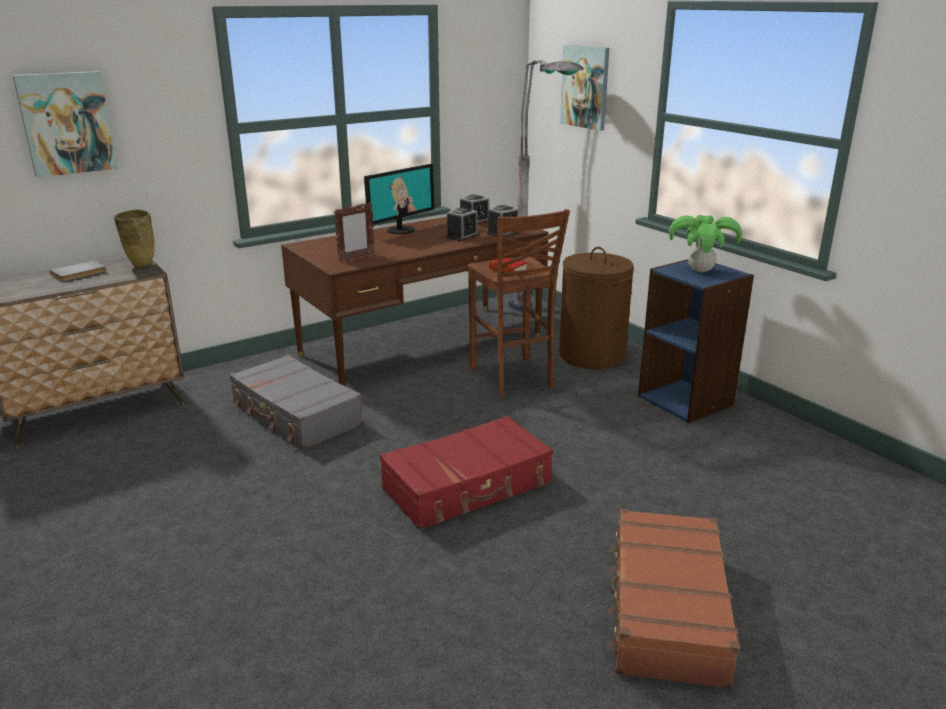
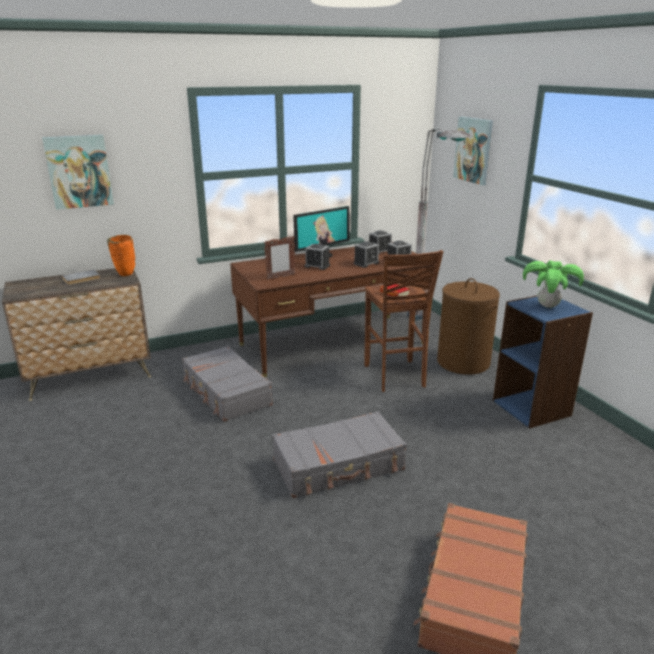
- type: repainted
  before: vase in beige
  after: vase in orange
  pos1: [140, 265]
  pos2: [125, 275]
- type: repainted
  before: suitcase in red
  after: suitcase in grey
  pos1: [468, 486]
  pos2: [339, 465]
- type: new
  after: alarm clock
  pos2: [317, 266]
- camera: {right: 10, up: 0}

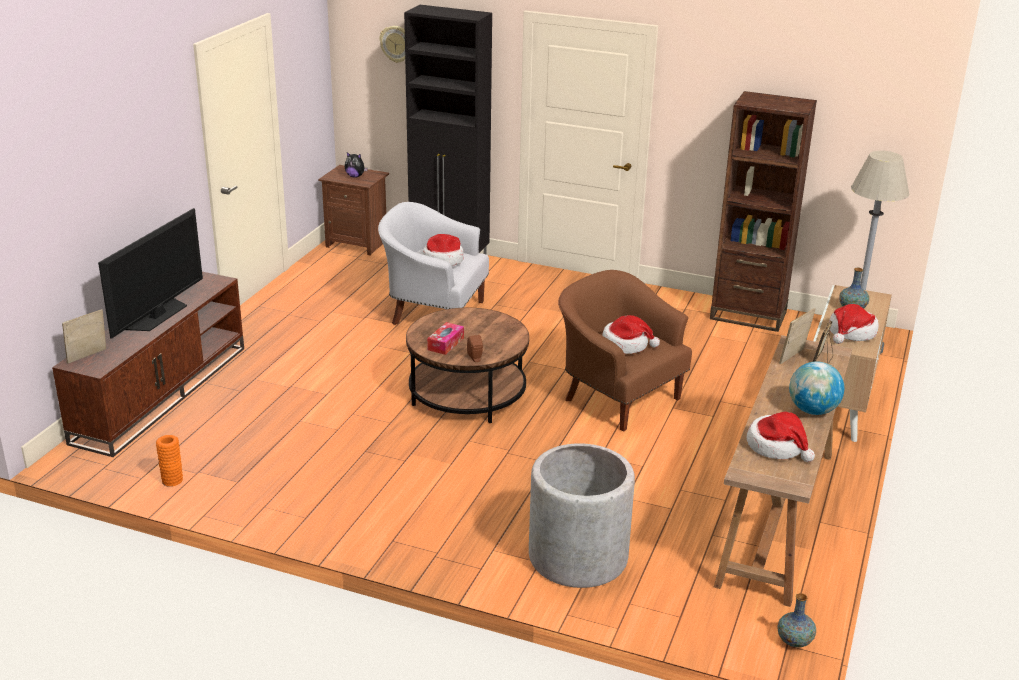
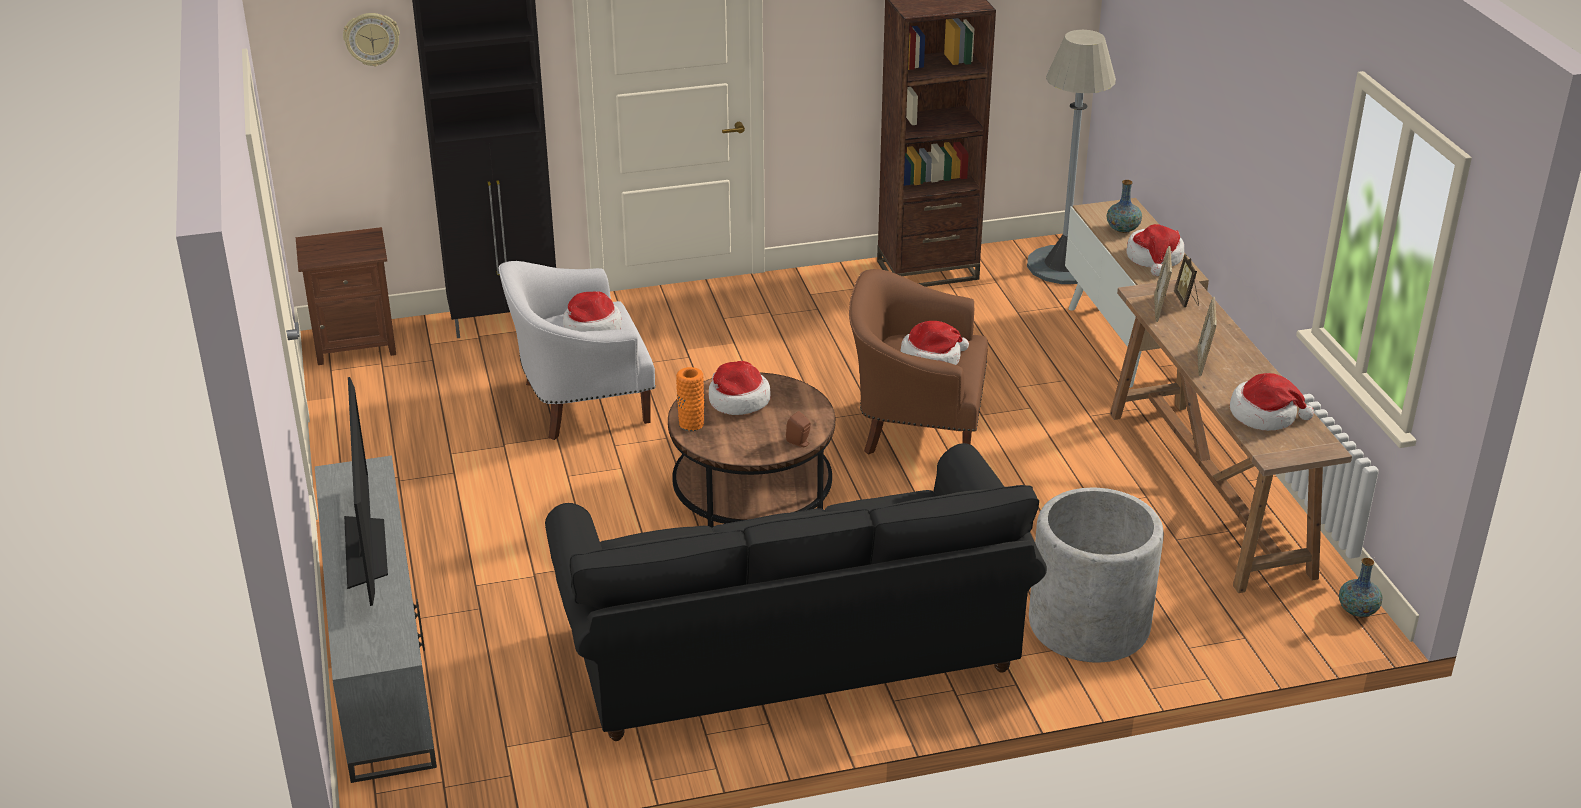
- type: repainted
  before: tv stand in brown
  after: tv stand in grey
  pos1: [161, 392]
  pos2: [378, 657]
- type: shifted
  before: picture frame
  pos1: [88, 357]
  pos2: [1203, 362]
- type: shifted
  before: vase in orange
  pos1: [172, 480]
  pos2: [691, 423]
- type: gone
  before: plush toy
  pos1: [355, 176]
- type: gone
  before: tissue box
  pos1: [445, 344]
- type: gone
  before: globe
  pos1: [812, 410]
- type: new
  after: sofa in black
  pos2: [790, 650]
- type: new
  after: hat
  pos2: [737, 400]
- camera: {right: -35, up: 5}

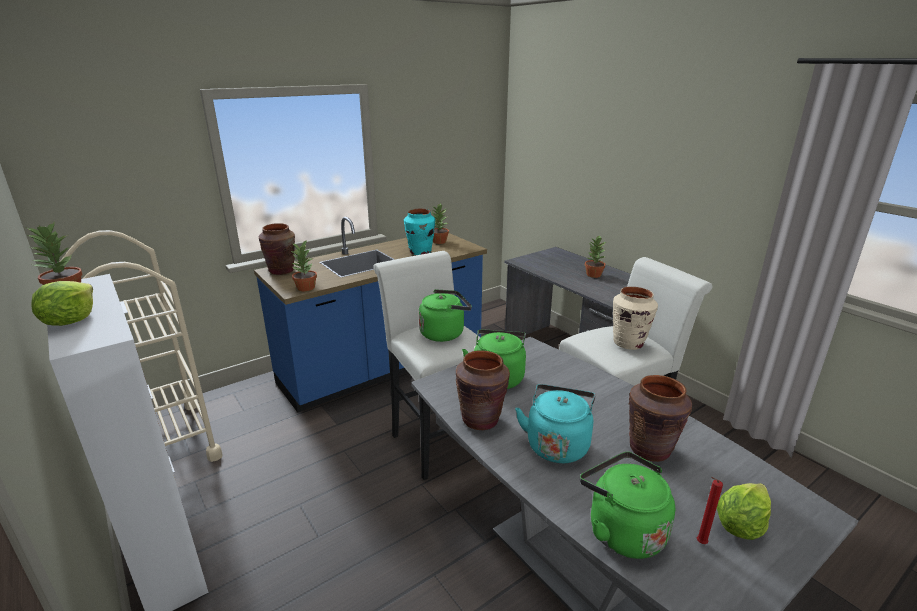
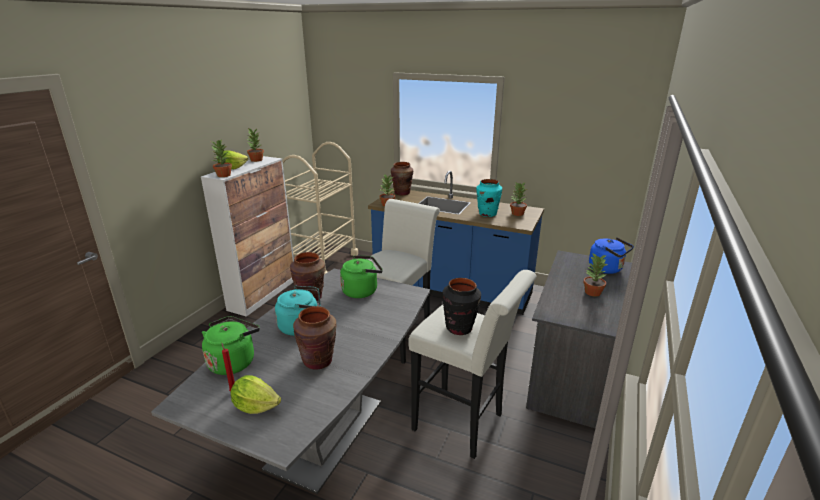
- type: gone
  before: kettle in green
  pos1: [444, 333]
- type: repainted
  before: vase in beige
  after: vase in black
  pos1: [628, 343]
  pos2: [459, 328]
- type: new
  after: potted plant
  pos2: [223, 175]
- type: new
  after: kettle in blue
  pos2: [607, 269]
- camera: {right: 60, up: 0}

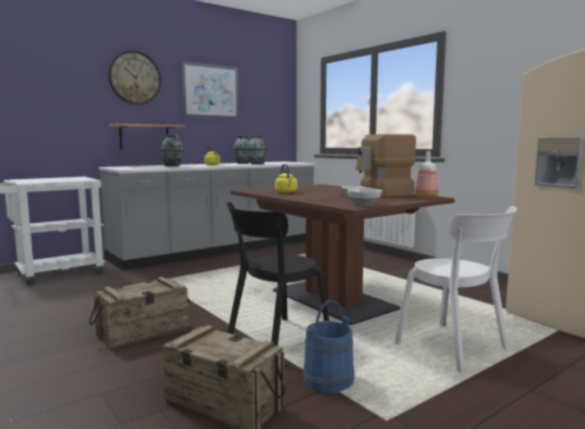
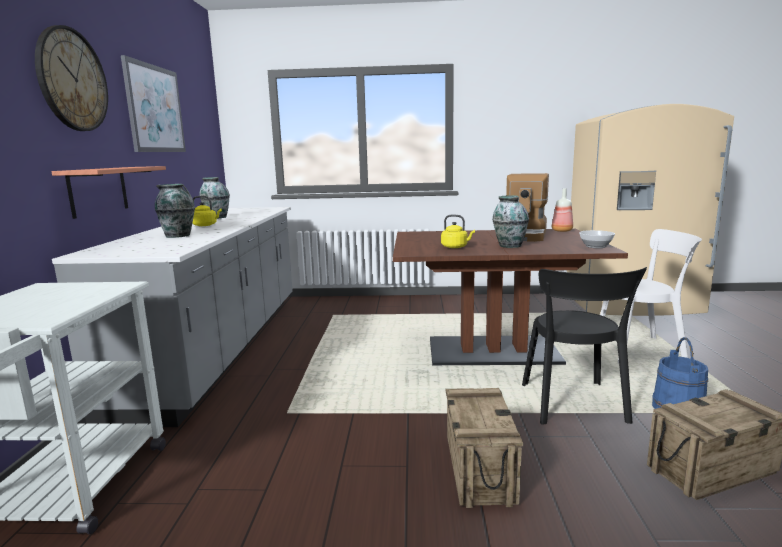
- type: shifted
  before: vase
  pos1: [257, 164]
  pos2: [509, 245]
- camera: {right: -50, up: 5}

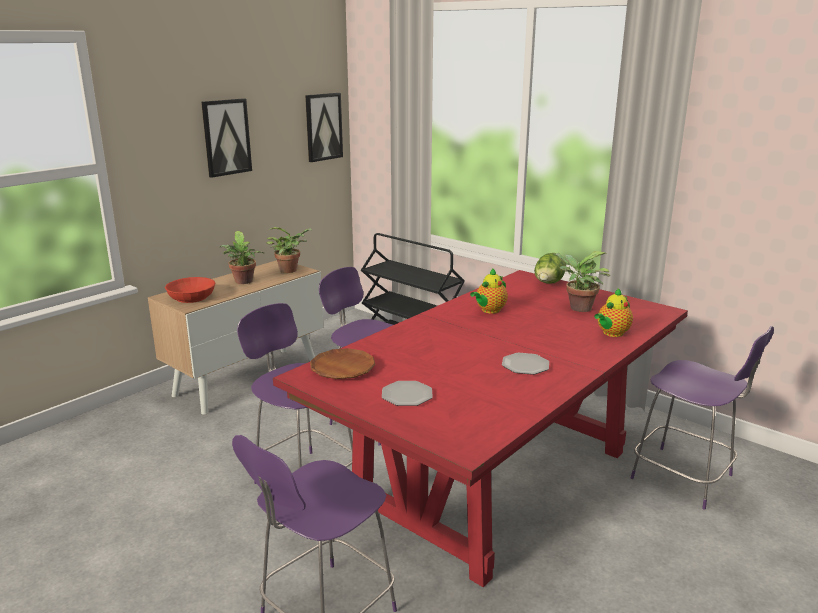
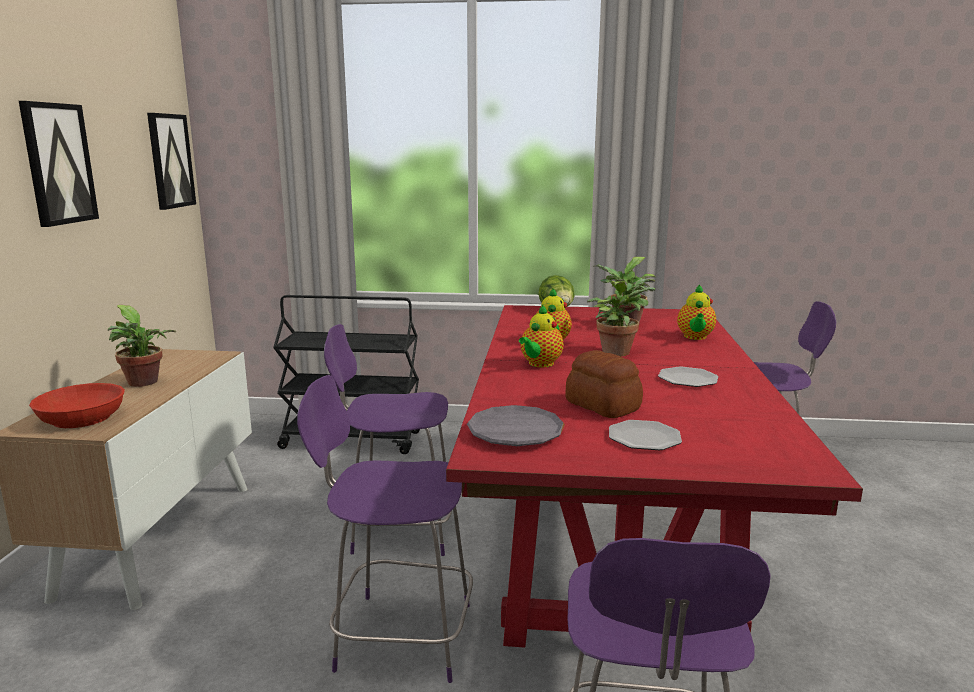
- type: shifted
  before: potted plant
  pos1: [290, 270]
  pos2: [617, 351]
- type: repainted
  before: plate in brown
  after: plate in grey
  pos1: [342, 368]
  pos2: [515, 432]
- type: new
  after: teapot
  pos2: [539, 364]
- type: new
  after: bread
  pos2: [602, 406]
- camera: {right: -35, up: -5}

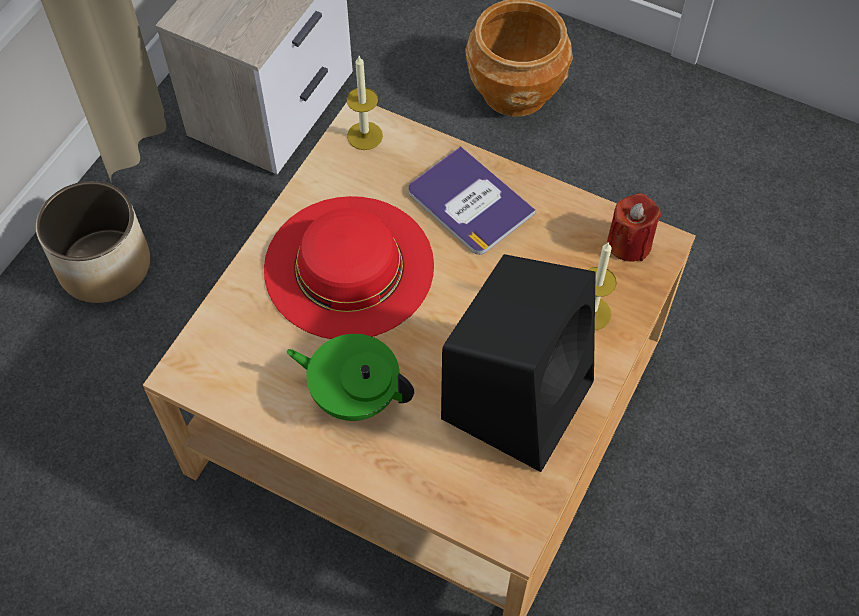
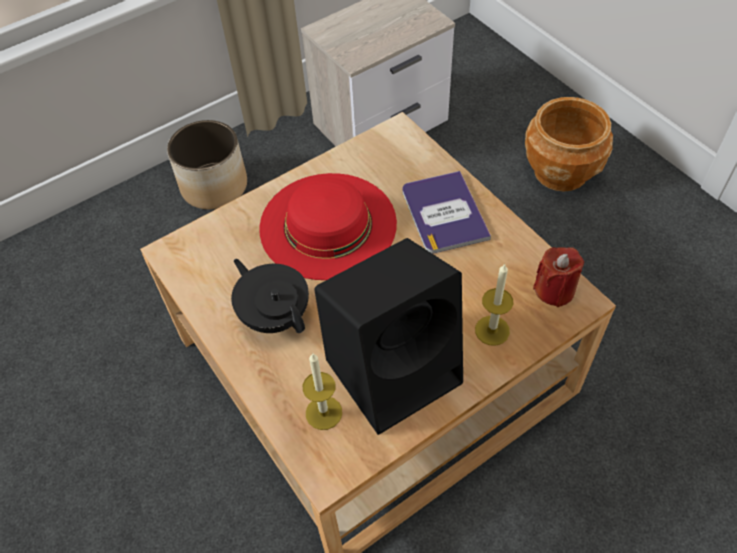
- type: repainted
  before: teapot in green
  after: teapot in black
  pos1: [354, 394]
  pos2: [275, 315]
- type: shifted
  before: candle
  pos1: [365, 136]
  pos2: [324, 412]
- camera: {right: 30, up: -5}

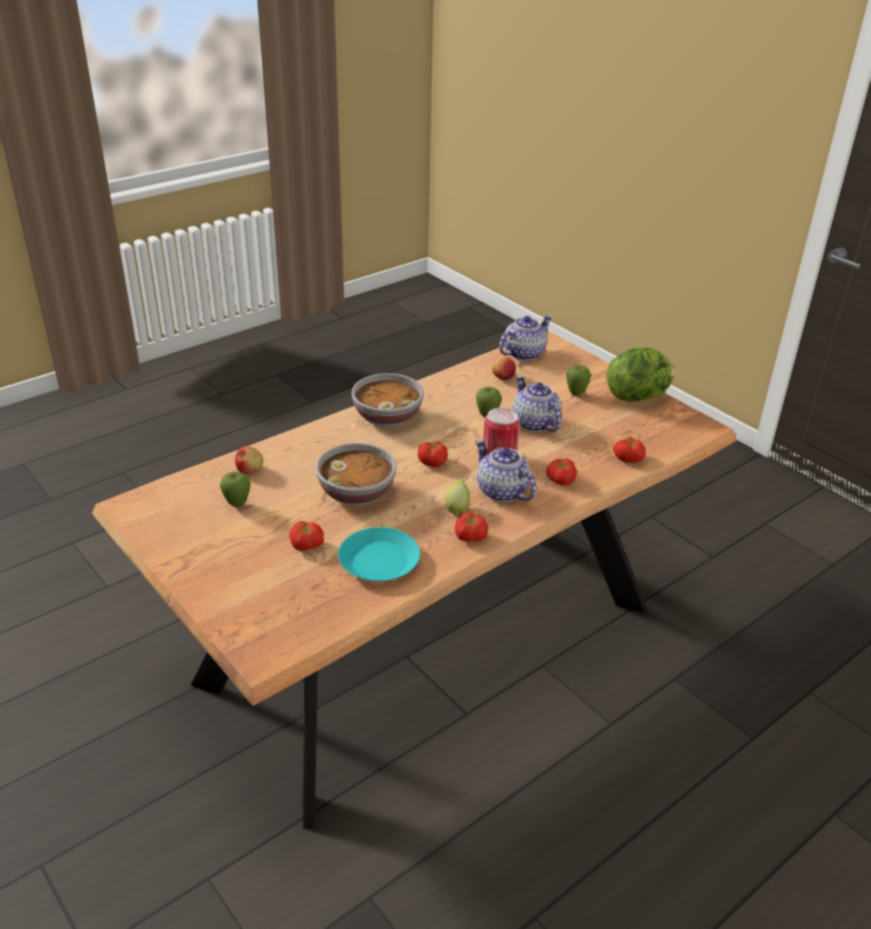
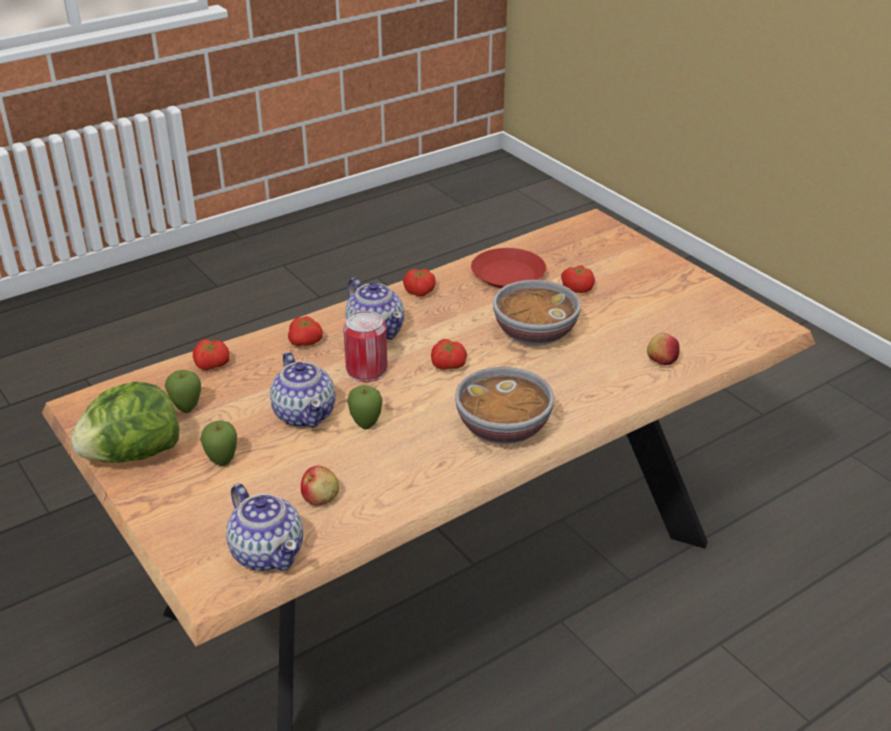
- type: shifted
  before: apple
  pos1: [237, 505]
  pos2: [187, 409]
- type: repainted
  before: plate in turquoise
  after: plate in red
  pos1: [378, 561]
  pos2: [508, 275]
- type: gone
  before: lemon
  pos1: [457, 508]
- type: rotated
  before: teapot
  pos1: [523, 353]
  pos2: [268, 552]
  turn: -90
- camera: {right: -175, up: 0}

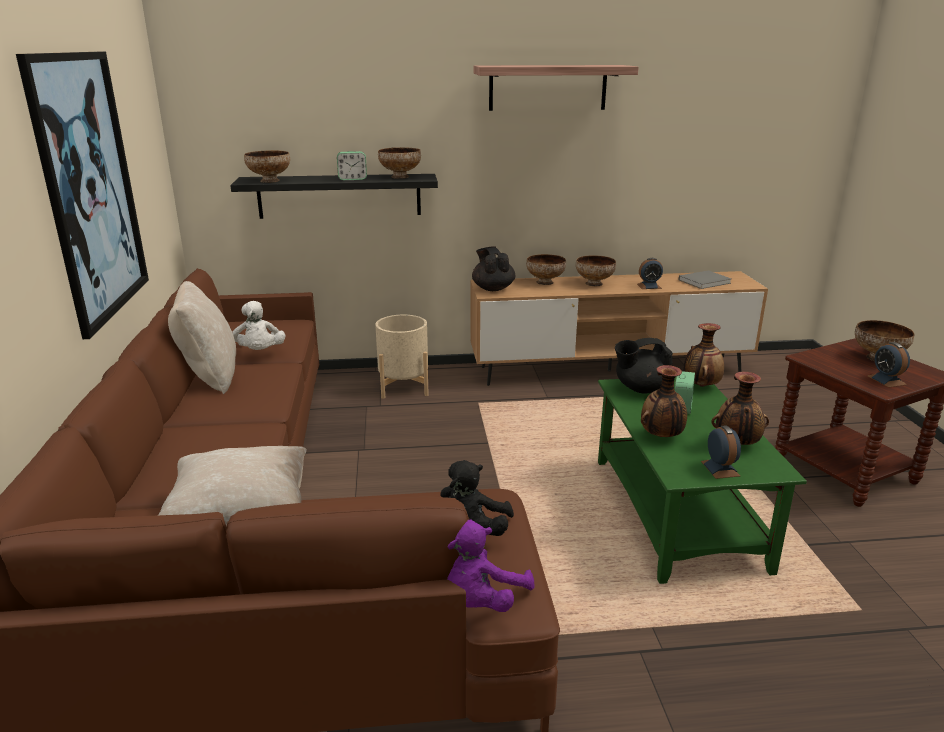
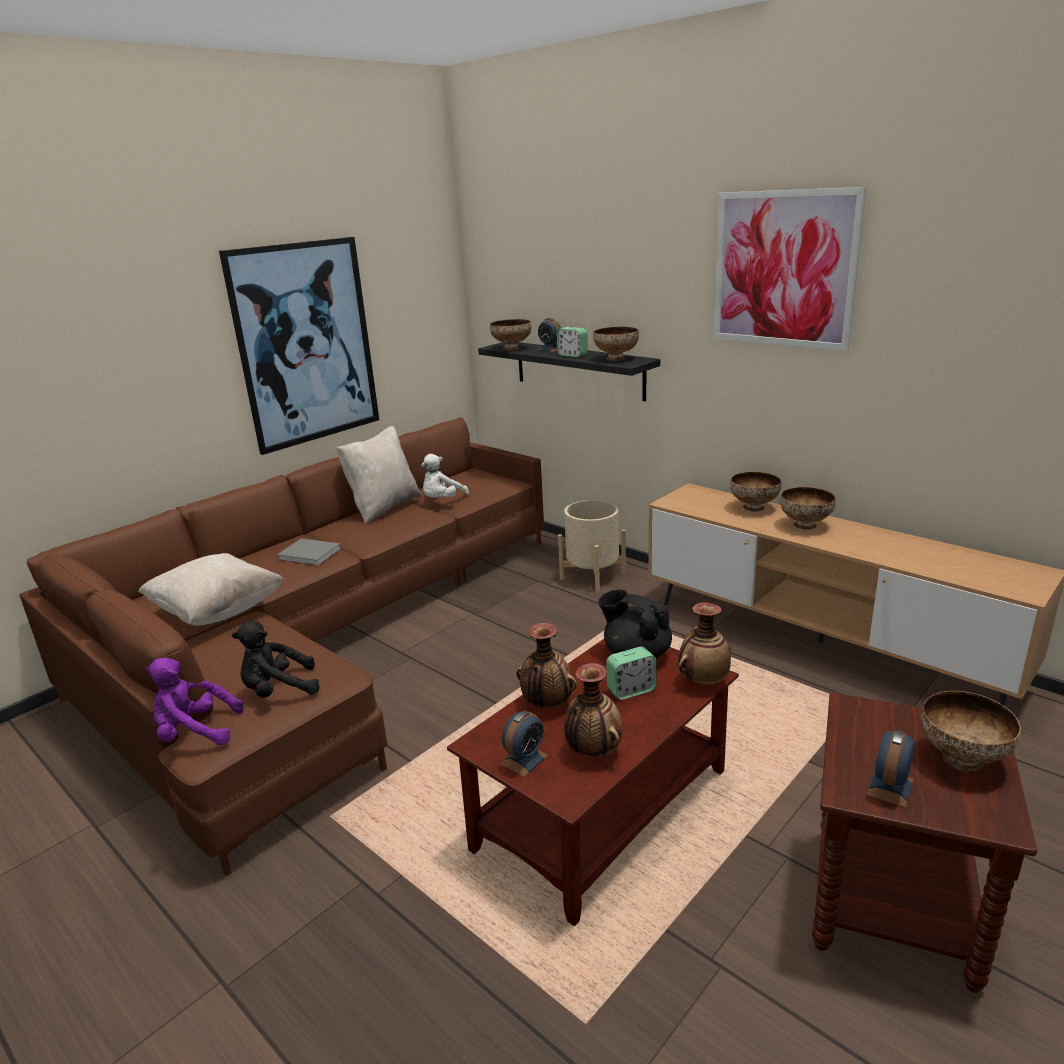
- type: gone
  before: teapot in black
  pos1: [493, 288]
- type: swapped
  before: shelf
  after: picture
  pos1: [547, 87]
  pos2: [783, 269]
- type: repainted
  before: coffee table in green
  after: coffee table in brown
  pos1: [675, 512]
  pos2: [603, 808]
- type: shifted
  before: alarm clock
  pos1: [649, 286]
  pos2: [550, 349]
- type: shifted
  before: book in grey
  pos1: [705, 281]
  pos2: [311, 554]
- camera: {right: 50, up: 0}

